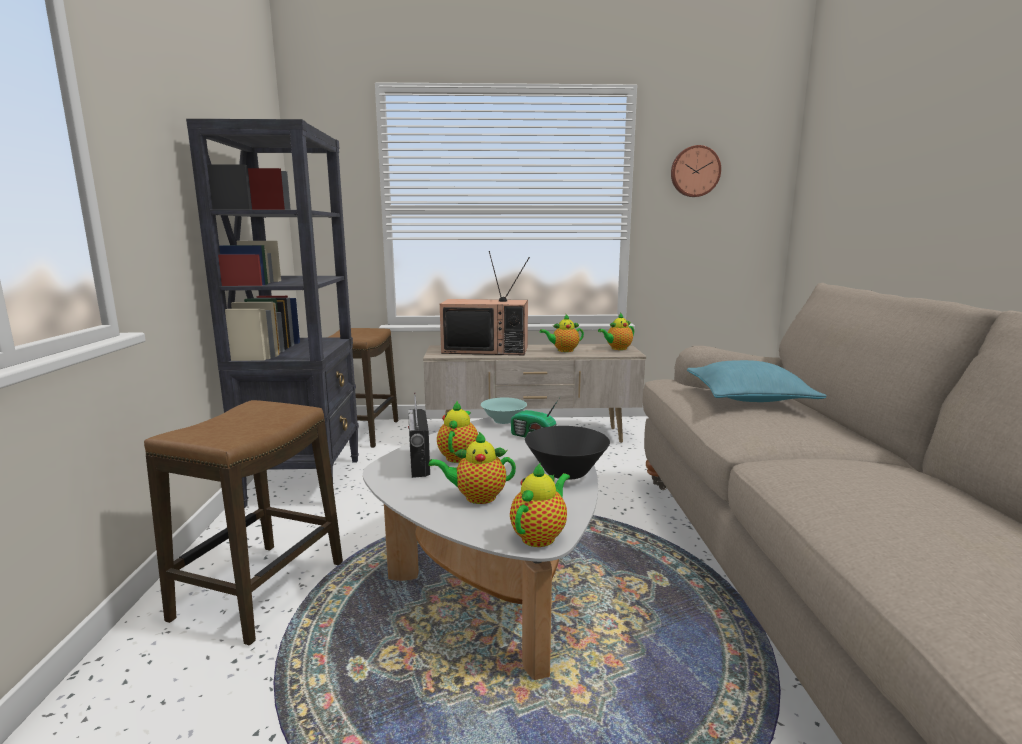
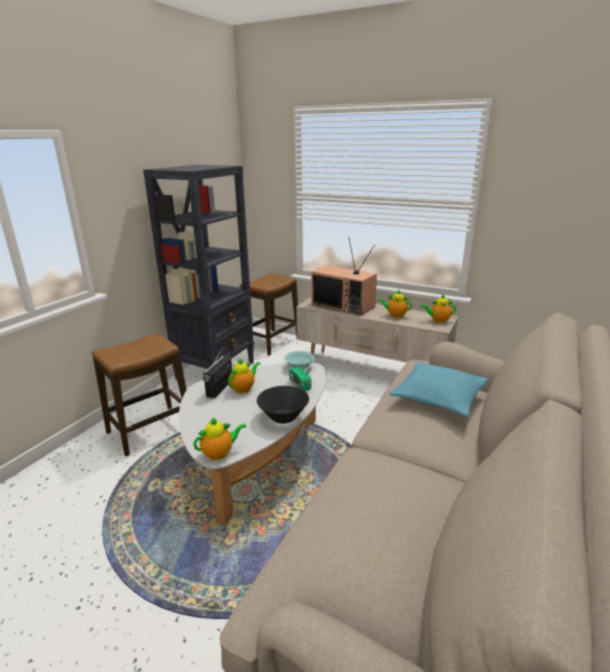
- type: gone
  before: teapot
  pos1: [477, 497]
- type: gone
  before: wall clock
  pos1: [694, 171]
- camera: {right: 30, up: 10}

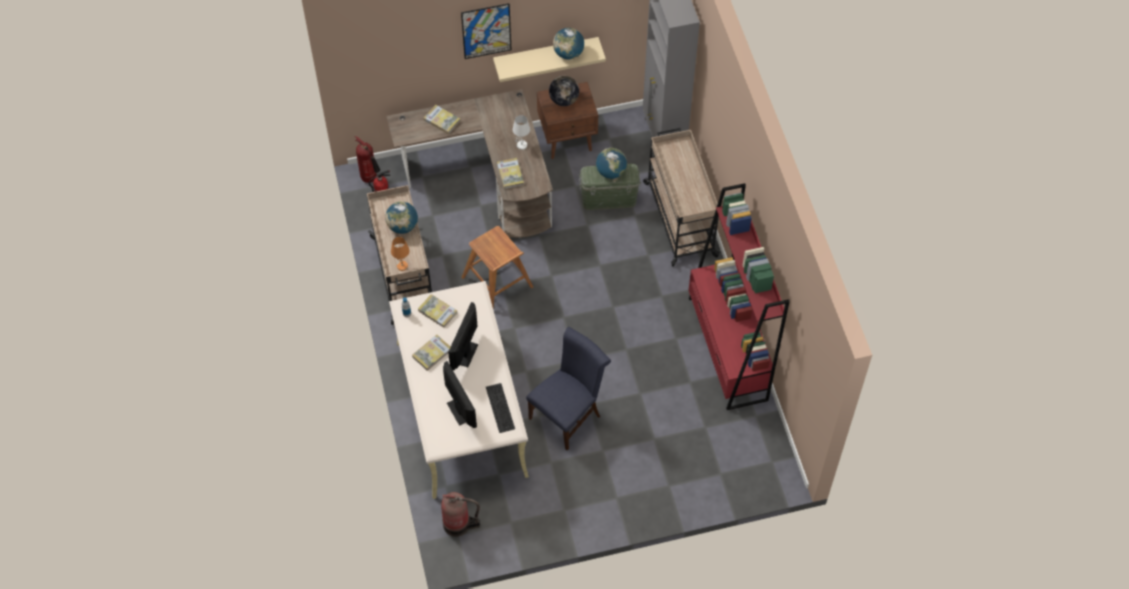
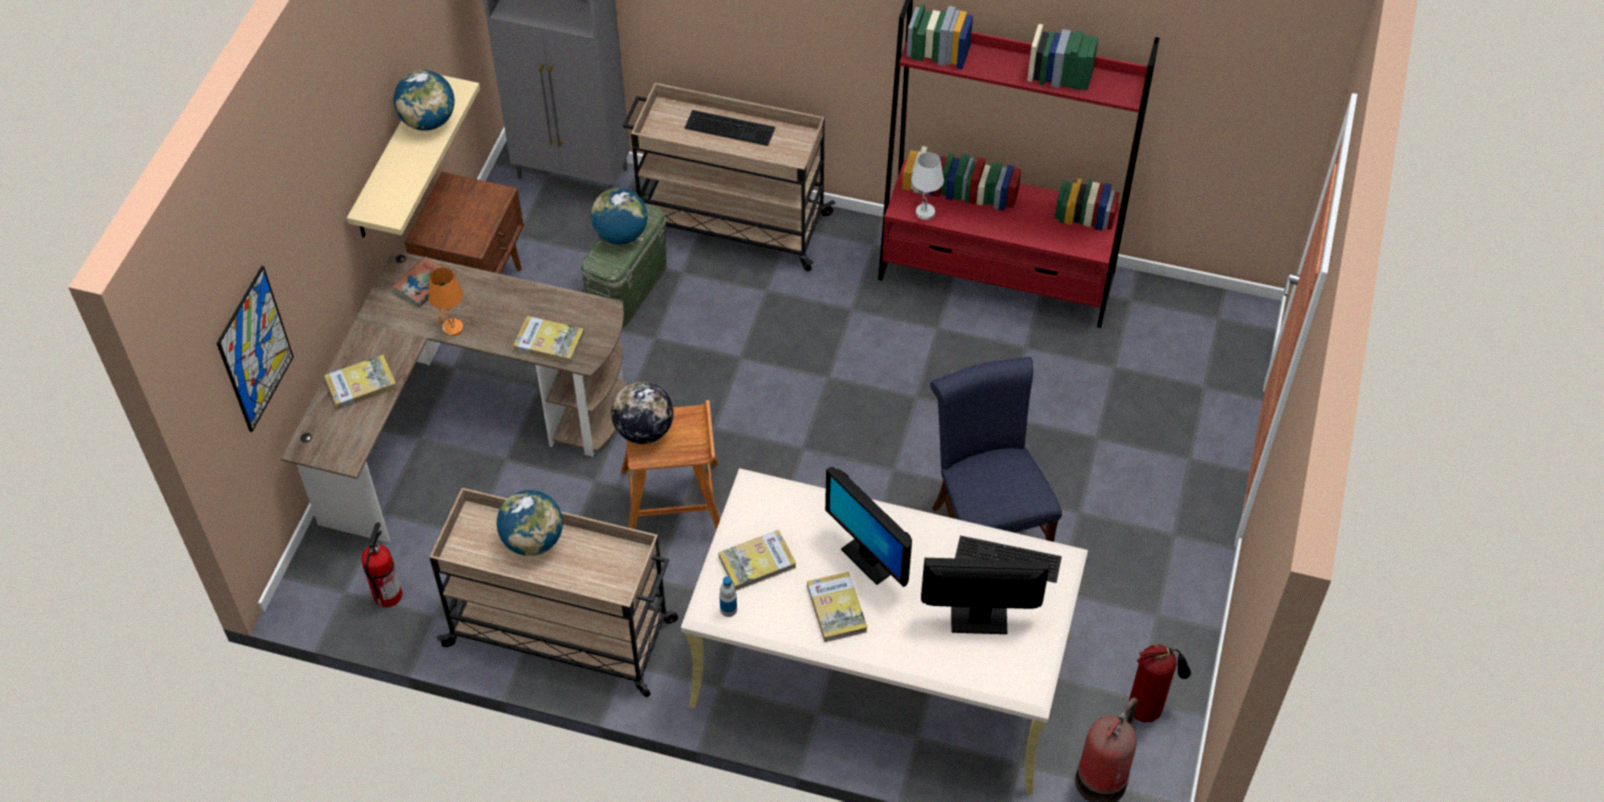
- type: shifted
  before: fire extinguisher
  pos1: [370, 179]
  pos2: [1148, 708]
- type: shifted
  before: table lamp in orange
  pos1: [402, 266]
  pos2: [452, 328]
- type: shifted
  before: picture
  pos1: [486, 31]
  pos2: [255, 349]
- type: shifted
  before: table lamp in white
  pos1: [521, 145]
  pos2: [925, 213]
- type: shifted
  before: globe
  pos1: [564, 100]
  pos2: [644, 431]
- type: new
  after: book
  pos2: [423, 285]
- type: new
  after: keyboard
  pos2: [731, 127]
- camera: {right: -60, up: -5}

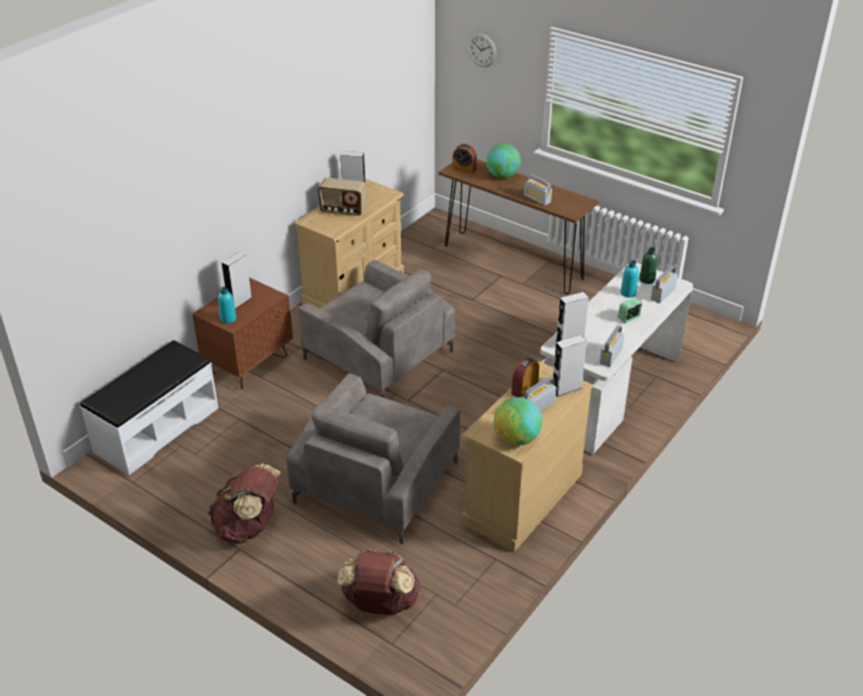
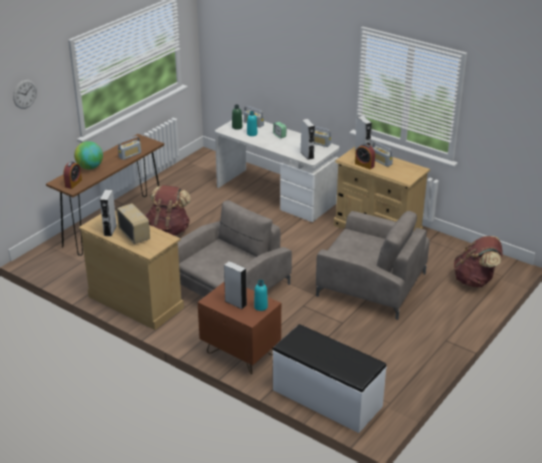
- type: shifted
  before: backpack in brown
  pos1: [249, 527]
  pos2: [169, 230]
- type: rotated
  before: radio
  pos1: [343, 210]
  pos2: [134, 235]
  turn: -45
- type: gone
  before: globe
  pos1: [516, 439]
- camera: {right: -90, up: -5}

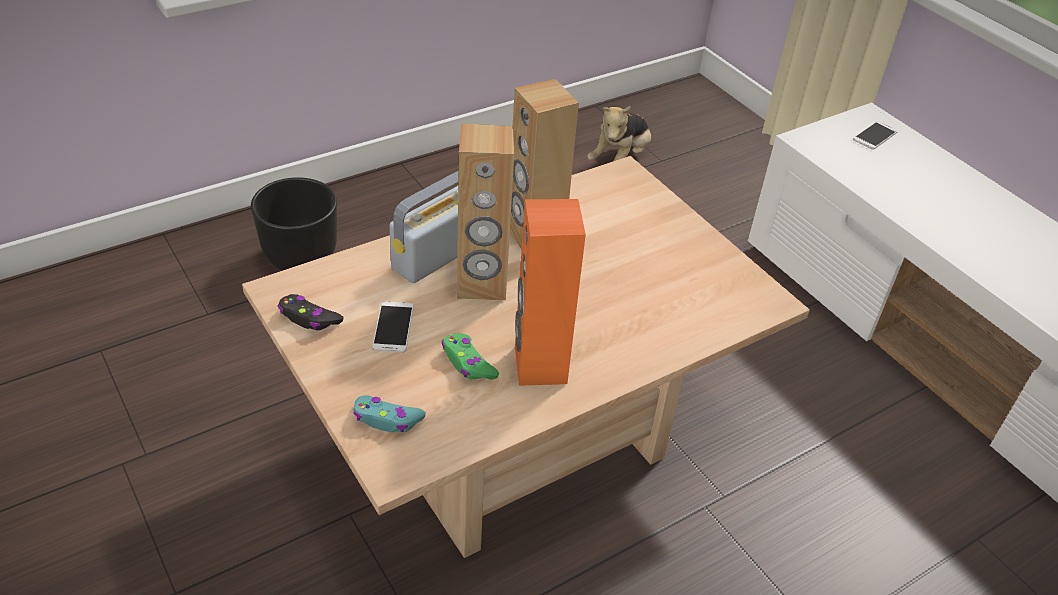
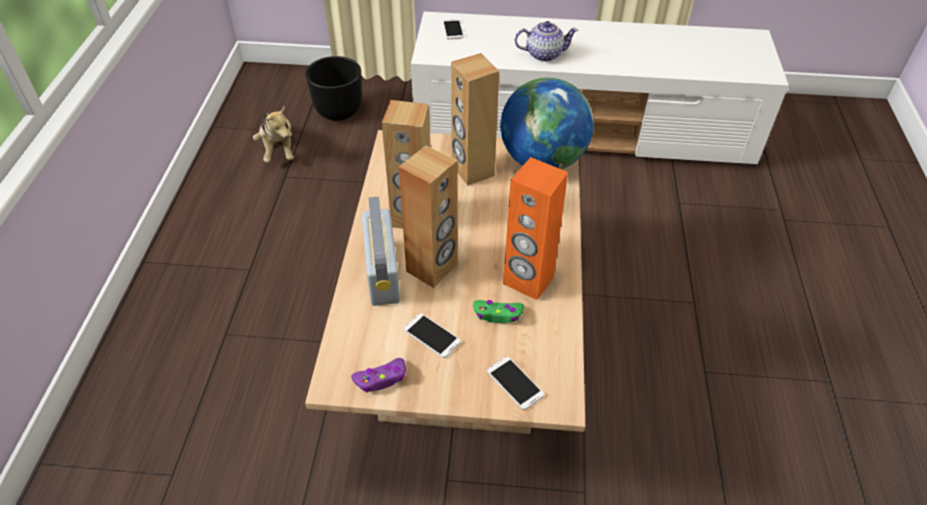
- type: shifted
  before: planter in black
  pos1: [302, 259]
  pos2: [339, 111]
- type: repainted
  before: game controller in black
  after: game controller in purple
  pos1: [309, 318]
  pos2: [381, 379]
- type: swapped
  before: game controller in turquoise
  after: phone
  pos1: [387, 419]
  pos2: [515, 383]
- type: new
  after: speaker in brown
  pos2: [472, 171]
- type: new
  after: globe
  pos2: [542, 160]
- type: new
  after: teapot
  pos2: [543, 54]
- camera: {right: -50, up: 5}

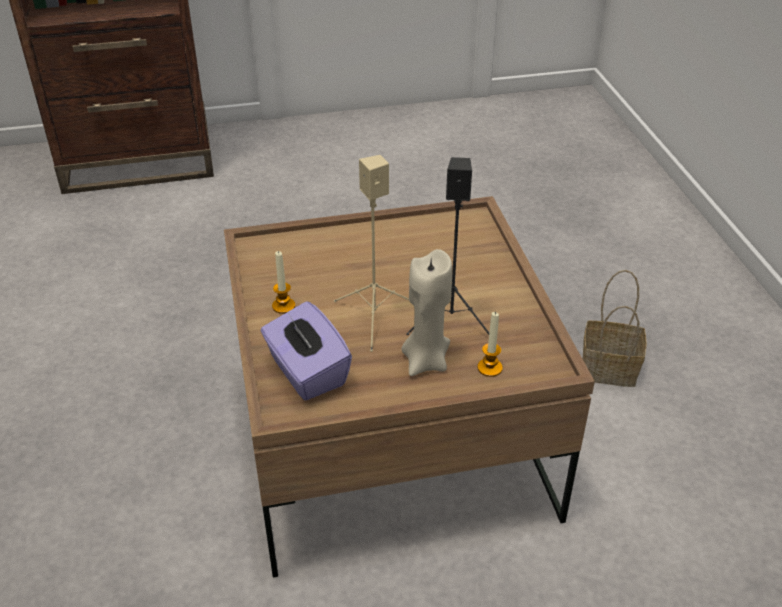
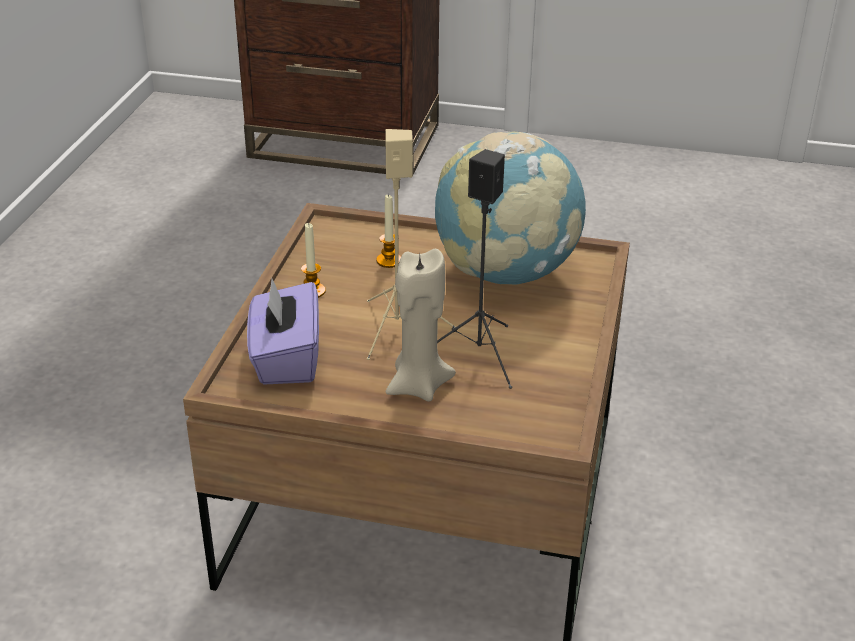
- type: shifted
  before: candle
  pos1: [489, 368]
  pos2: [389, 261]
- type: gone
  before: basket
  pos1: [606, 370]
- type: new
  after: globe
  pos2: [506, 273]
- camera: {right: 25, up: -5}

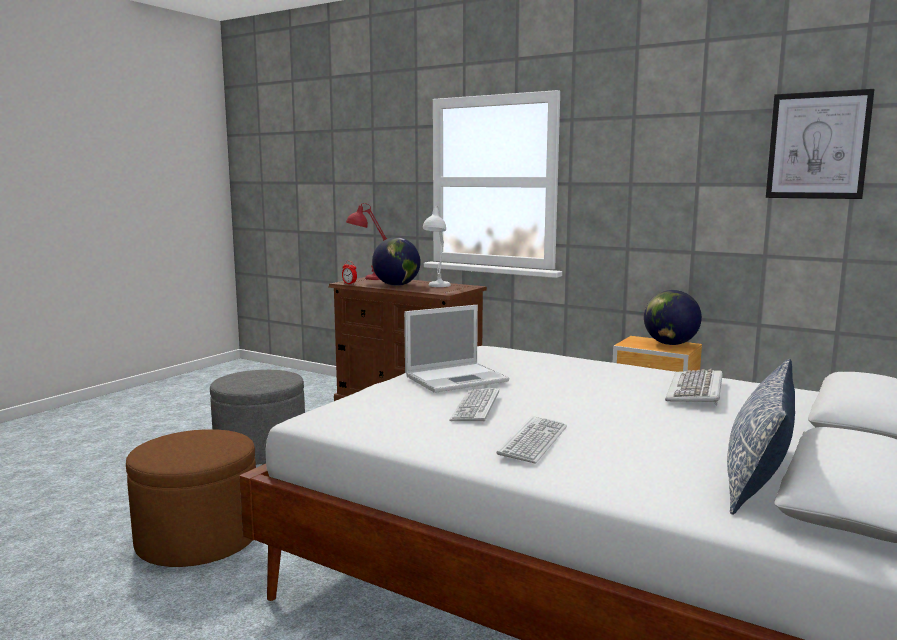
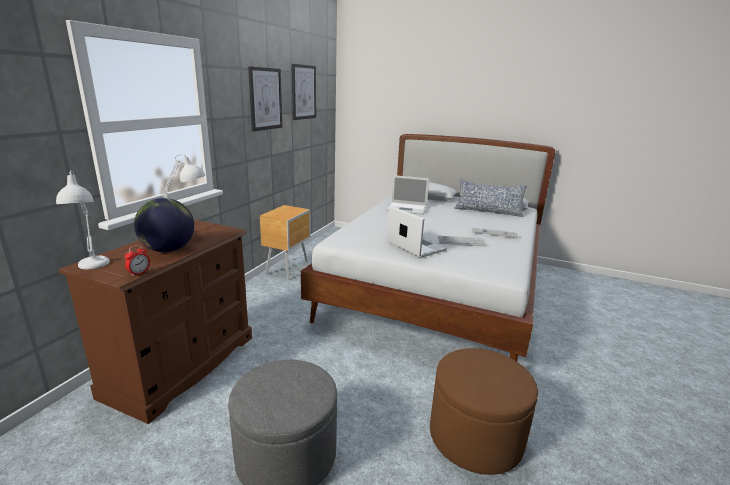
- type: repainted
  before: table lamp in red
  after: table lamp in white
  pos1: [366, 278]
  pos2: [92, 268]
- type: gone
  before: globe
  pos1: [670, 344]
- type: swapped
  before: keyboard
  after: laptop
  pos1: [696, 391]
  pos2: [407, 208]
- type: new
  after: picture
  pos2: [265, 99]
- camera: {right: -100, up: 10}

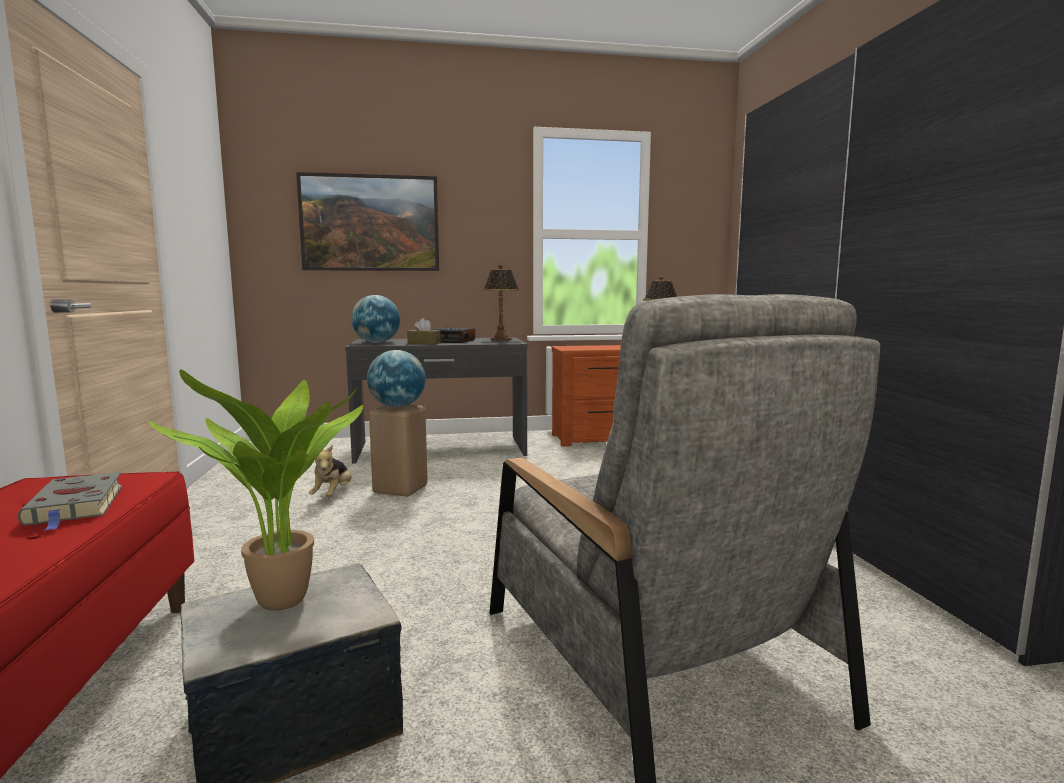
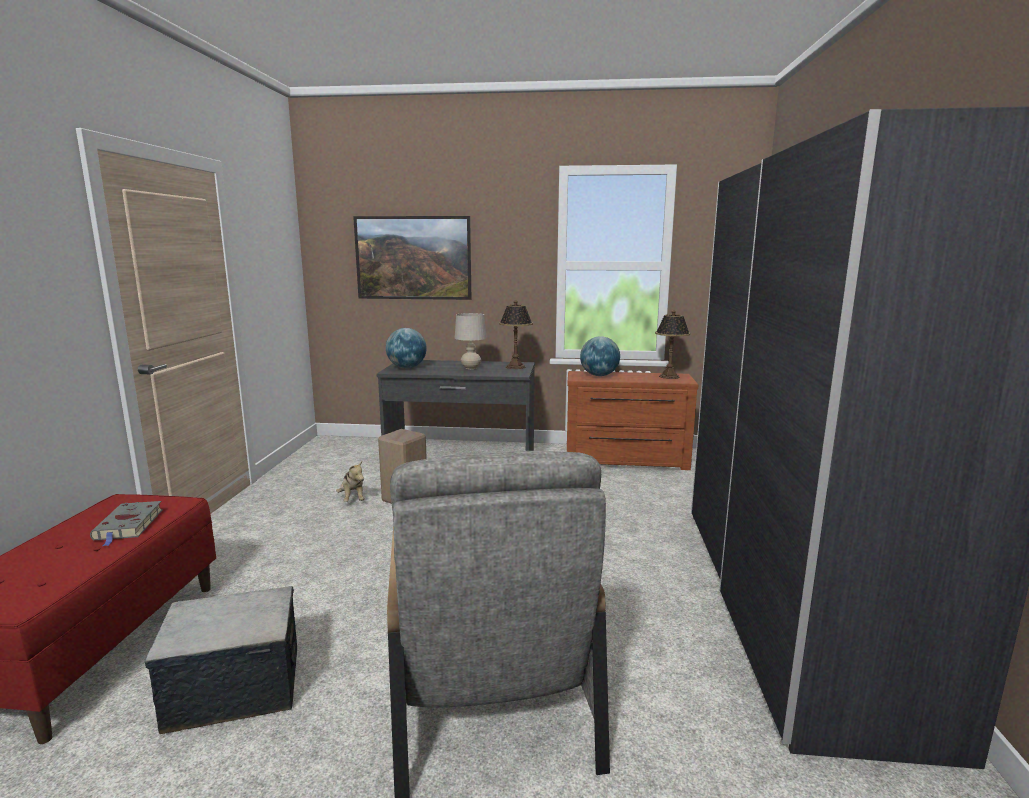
- type: gone
  before: potted plant
  pos1: [287, 604]
- type: rotated
  before: plush toy
  pos1: [333, 495]
  pos2: [352, 499]
  turn: -45
- type: shifted
  before: globe
  pos1: [397, 406]
  pos2: [599, 375]
- type: gone
  before: tissue box in brown
  pos1: [424, 343]
- type: swapped
  before: alarm clock
  after: table lamp in beige
  pos1: [452, 341]
  pos2: [471, 368]
- camera: {right: 15, up: 5}

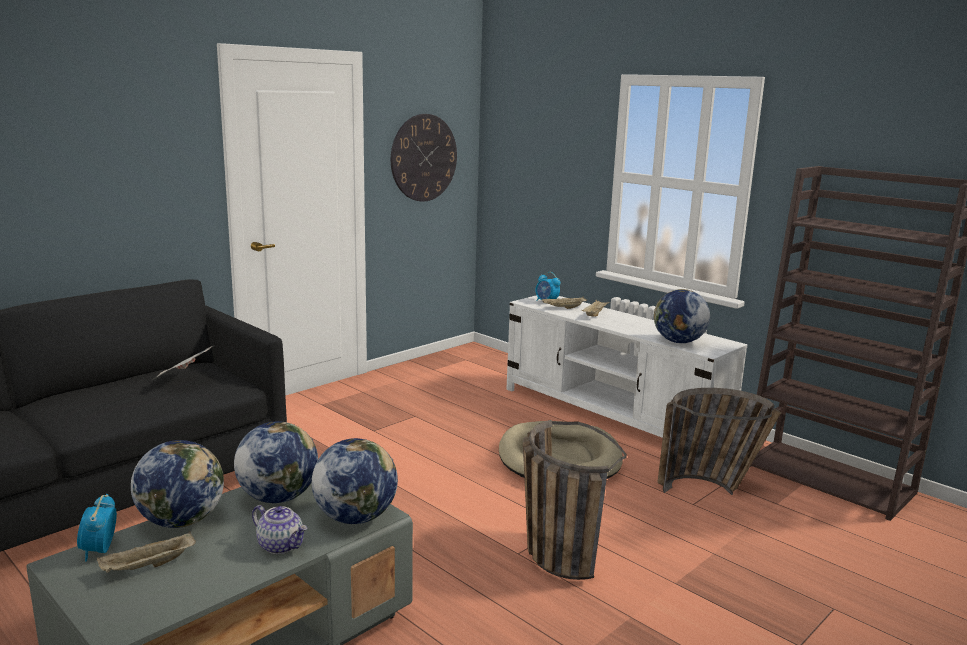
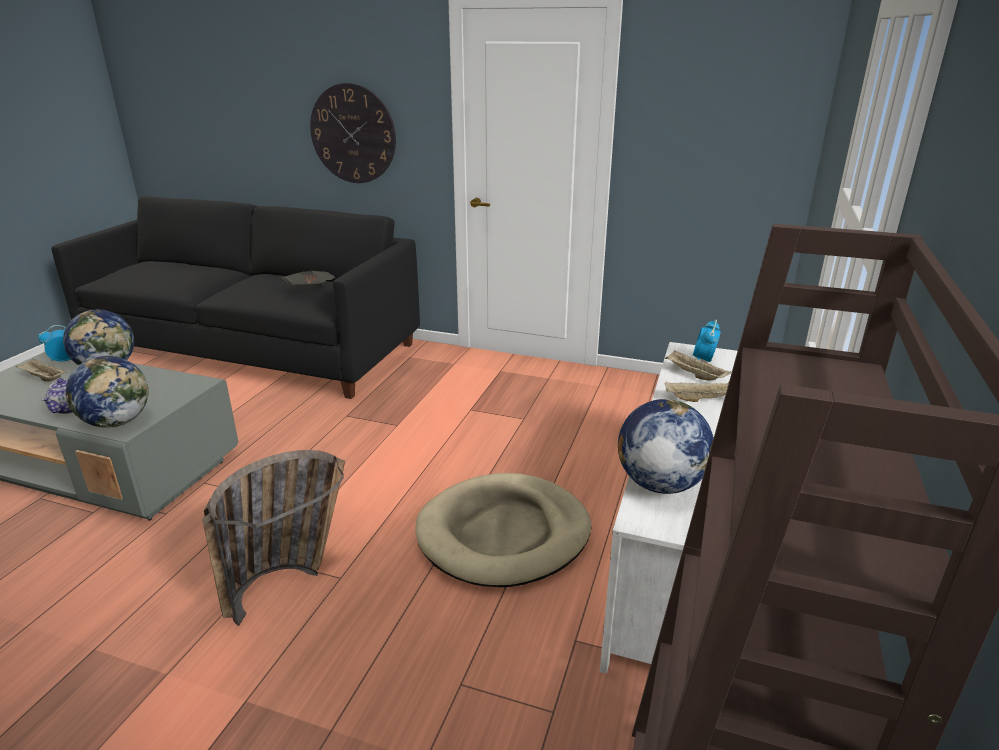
- type: gone
  before: globe
  pos1: [278, 497]
- type: shifted
  before: wall clock
  pos1: [424, 158]
  pos2: [353, 134]
- type: gone
  before: basket
  pos1: [710, 489]
- camera: {right: 65, up: 10}

